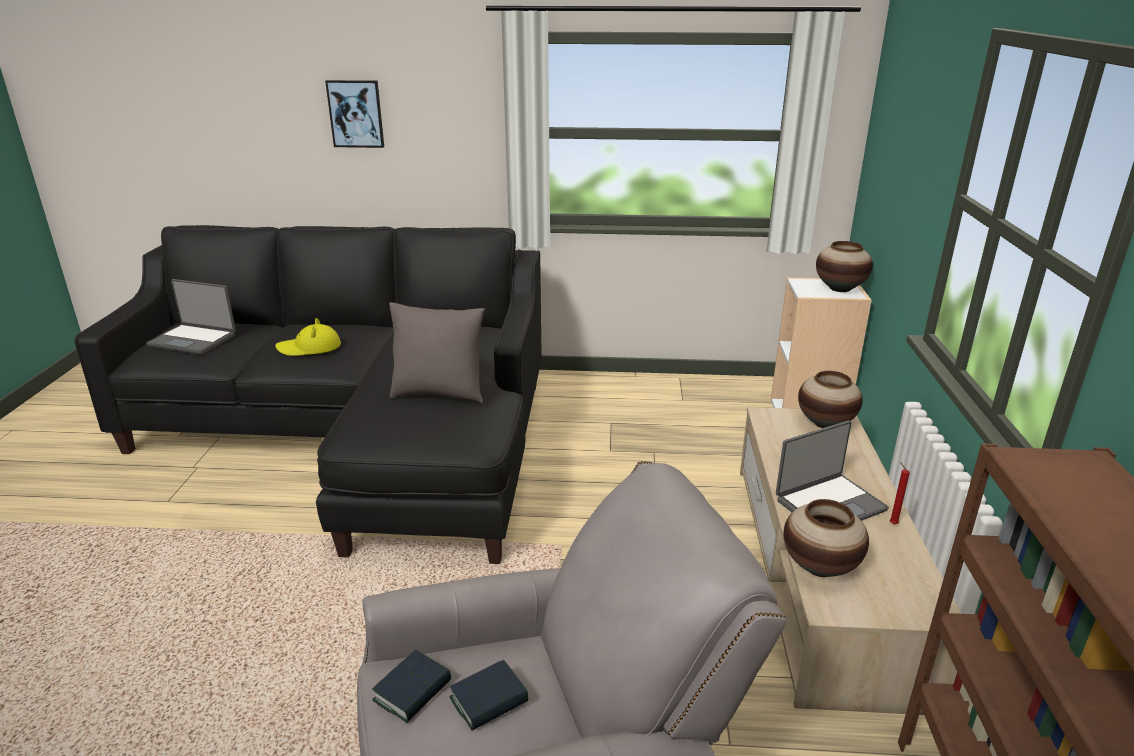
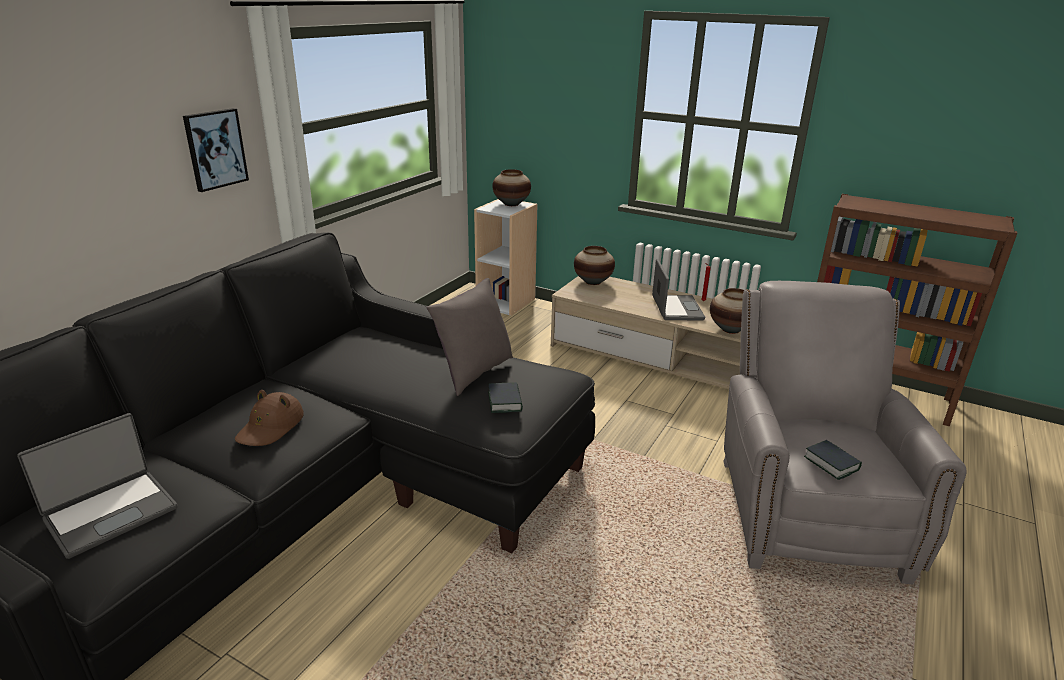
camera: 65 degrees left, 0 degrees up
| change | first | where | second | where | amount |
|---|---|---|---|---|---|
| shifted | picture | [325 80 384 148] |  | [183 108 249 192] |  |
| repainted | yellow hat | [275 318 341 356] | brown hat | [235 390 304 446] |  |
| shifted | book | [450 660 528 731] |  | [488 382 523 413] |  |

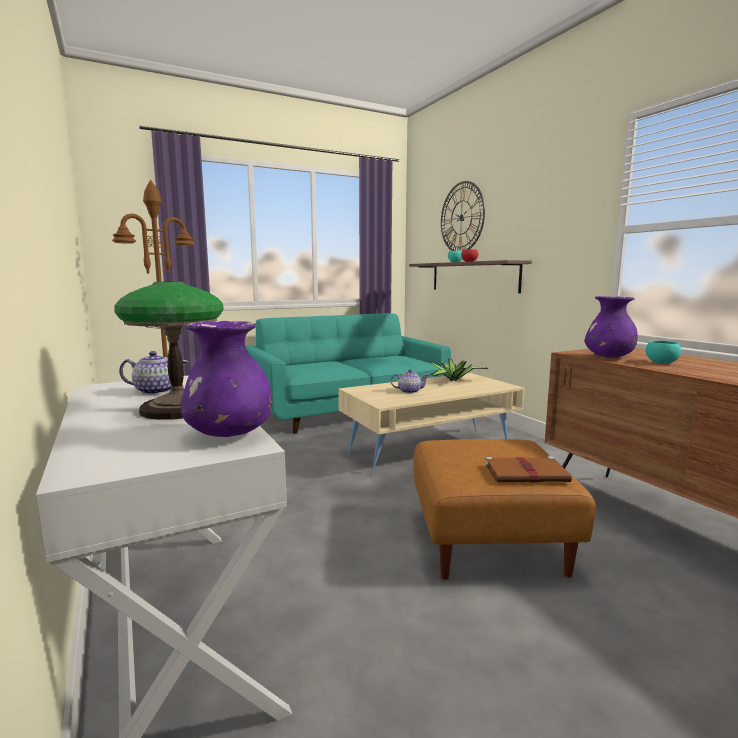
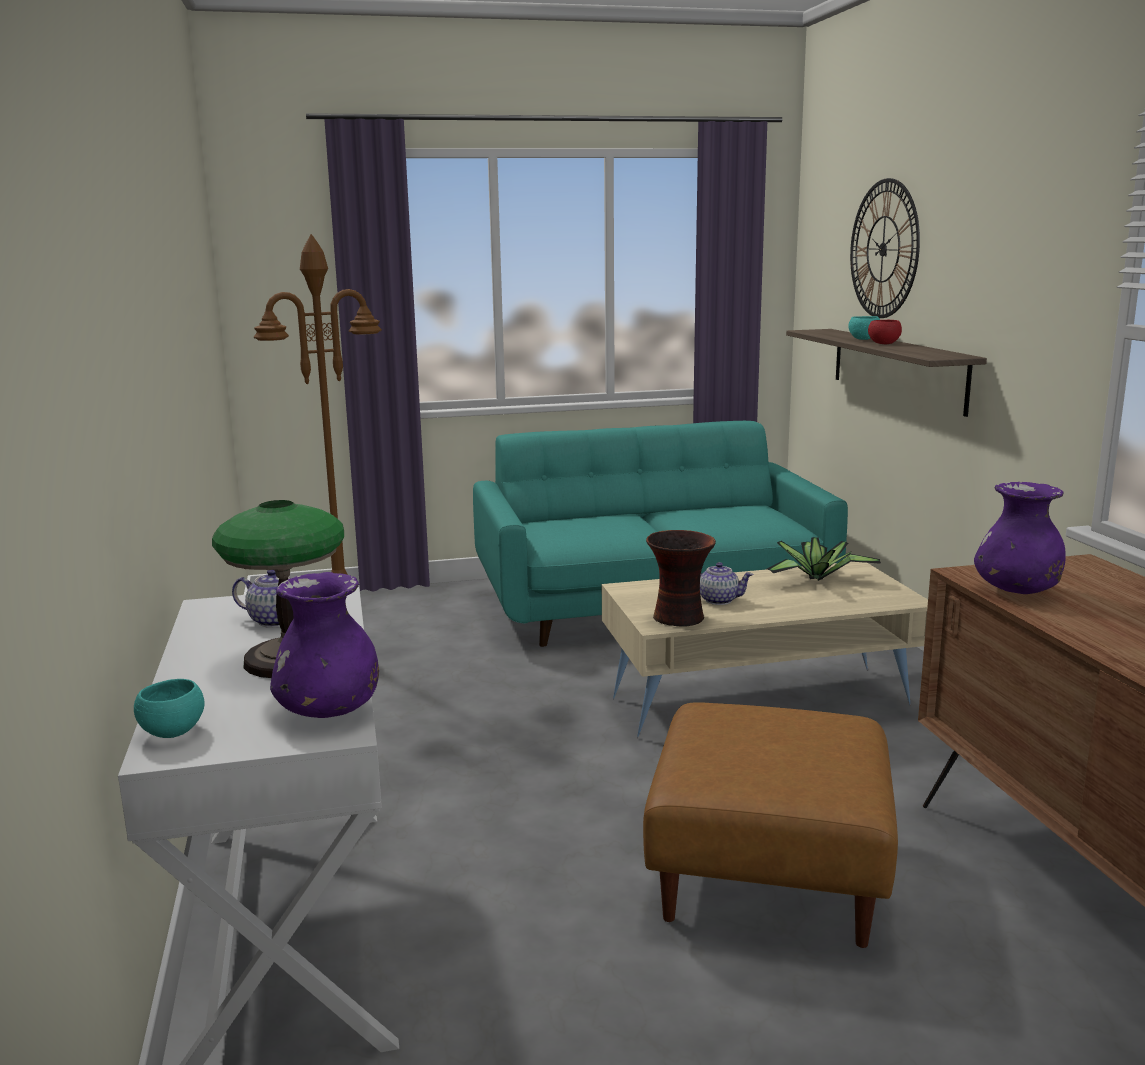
camera: 15 degrees right, 5 degrees up
| change | first | where | second | where | amount |
|---|---|---|---|---|---|
| shifted | turquoise bowl | [646 341 681 364] |  | [134 679 205 738] |  |
| new |  |  | vase | [646 530 716 627] |  |
| gone | brown book | [485 457 572 482] |  |  |  |

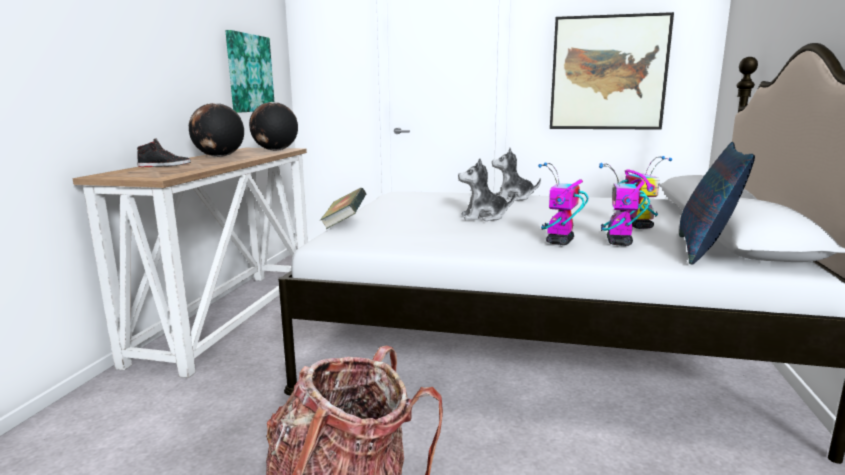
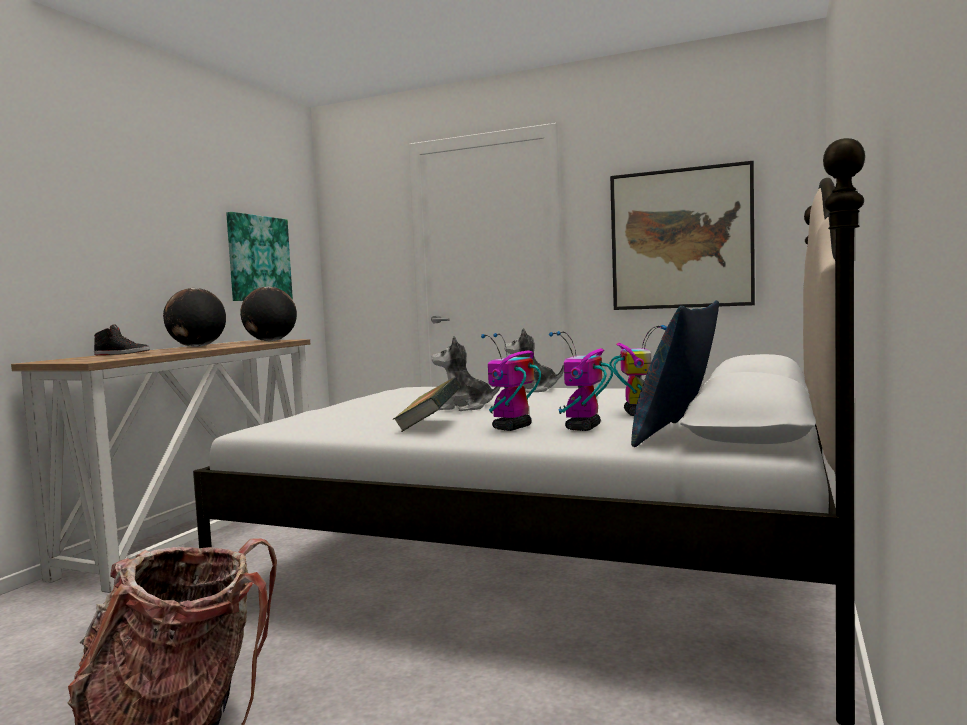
camera: 10 degrees right, 10 degrees down
| change | first | where | second | where | amount |
|---|---|---|---|---|---|
| shifted | book | [320 188 367 229] |  | [393 377 461 432] |  |

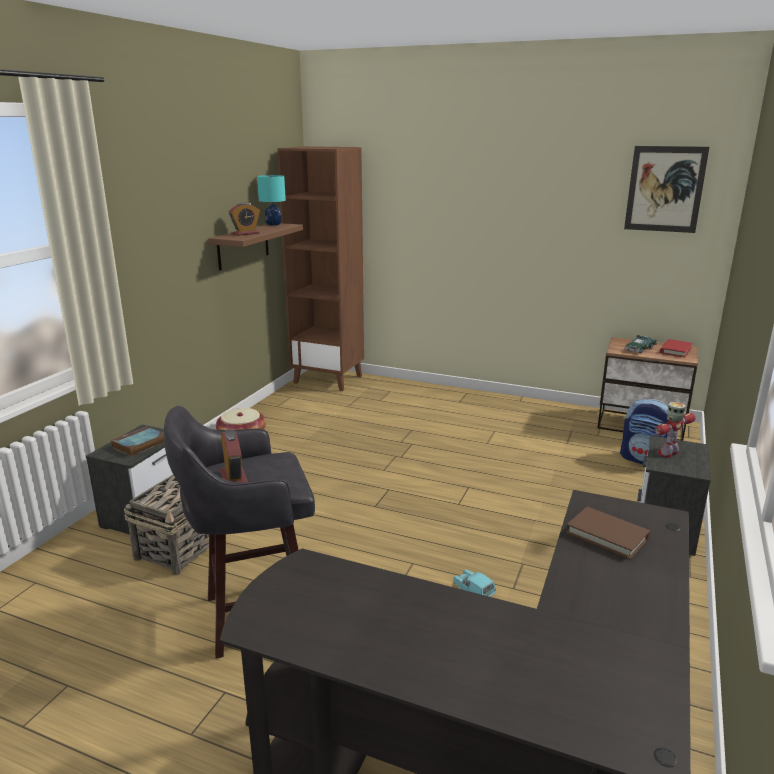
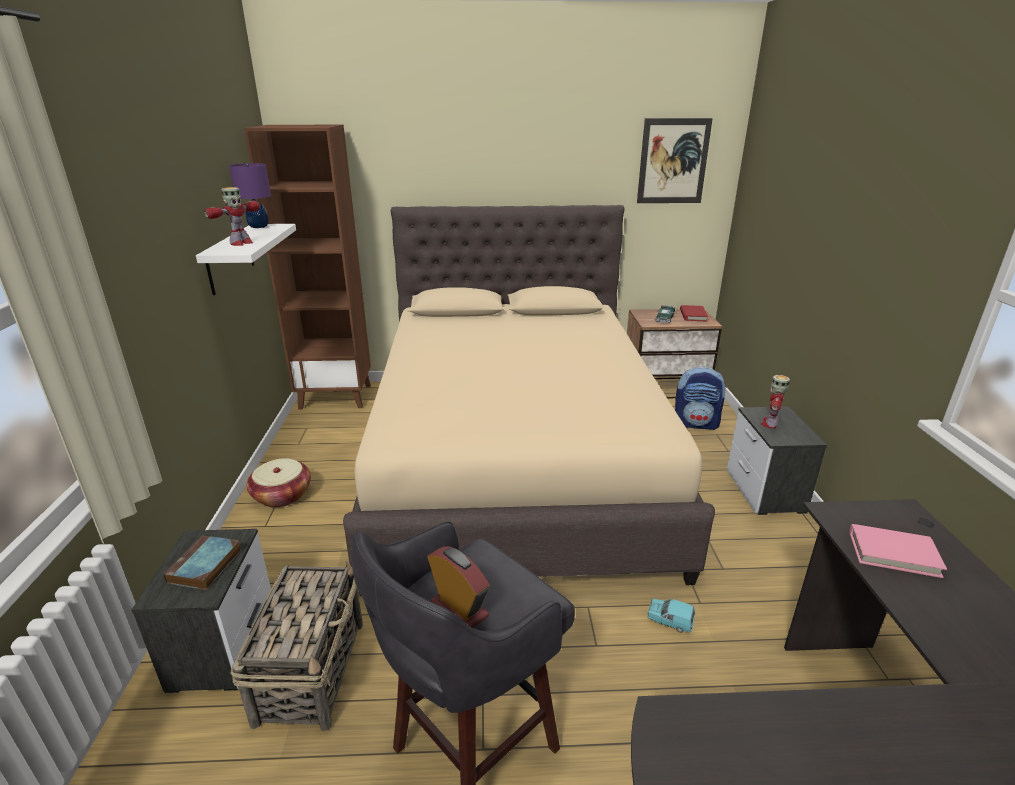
camera: 25 degrees left, 5 degrees up
| change | first | where | second | where | amount |
|---|---|---|---|---|---|
| repainted | brown shelf | [208 223 303 270] | white shelf | [196 224 296 295] |  |
| swapped | alarm clock | [229 203 260 236] | toy robot | [204 187 260 246] |  |
| repainted | turquoise table lamp | [257 175 286 226] | purple table lamp | [229 163 271 228] |  |
| new |  |  | beige bed | [343 205 715 596] |  |
| repainted | brown book | [566 507 650 560] | pink book | [849 524 947 578] |  |

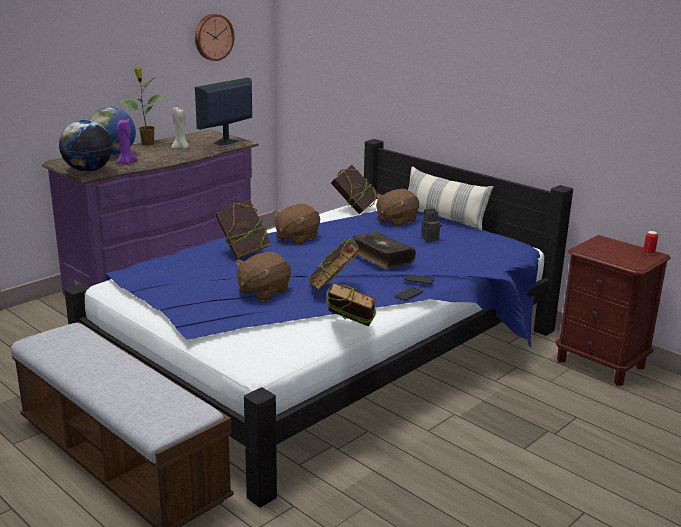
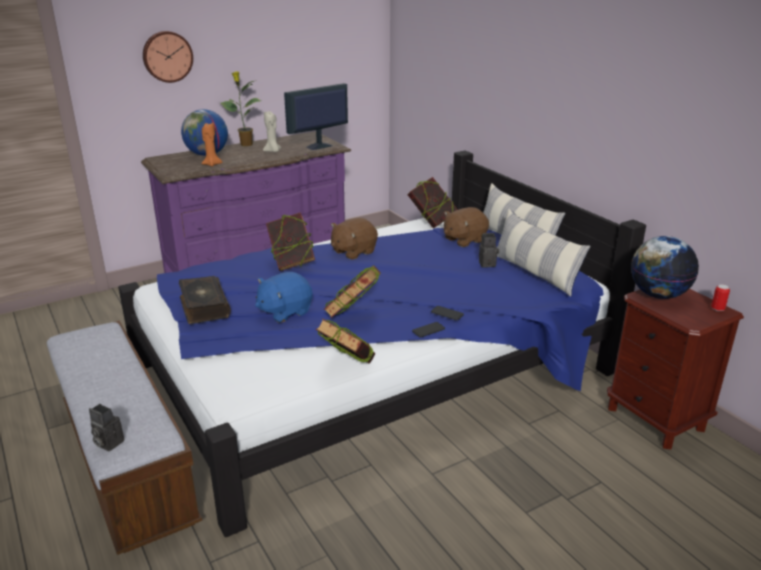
camera: 15 degrees right, 5 degrees up
| change | first | where | second | where | amount |
|---|---|---|---|---|---|
| new |  |  | photo camera | [89 404 124 451] |  |
| shifted | wall clock | [195 14 234 61] |  | [143 31 193 83] |  |
| shifted | book | [353 232 416 269] |  | [179 276 231 324] |  |
| repainted | purple candle | [116 119 138 165] | orange candle | [201 123 222 167] |  |
| repainted | brown plush toy | [236 252 291 302] | blue plush toy | [255 272 312 323] |  |
| new |  |  | pillow | [497 209 591 297] |  |
| shifted | globe | [59 120 113 172] |  | [631 236 699 299] |  |

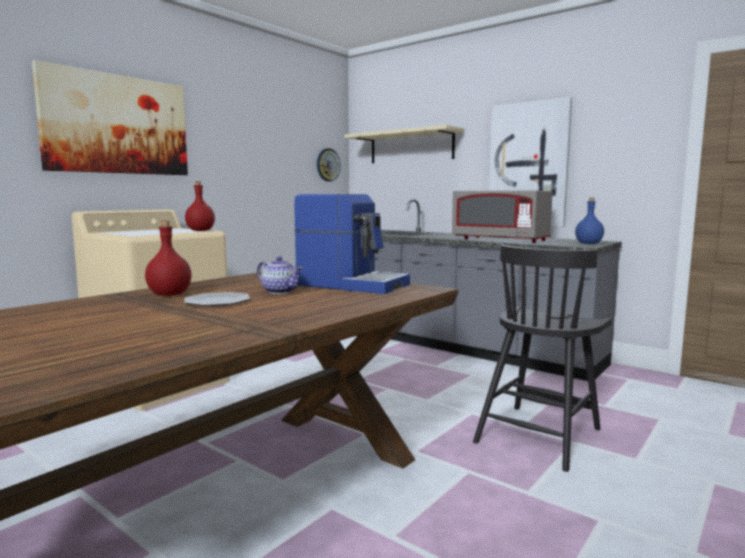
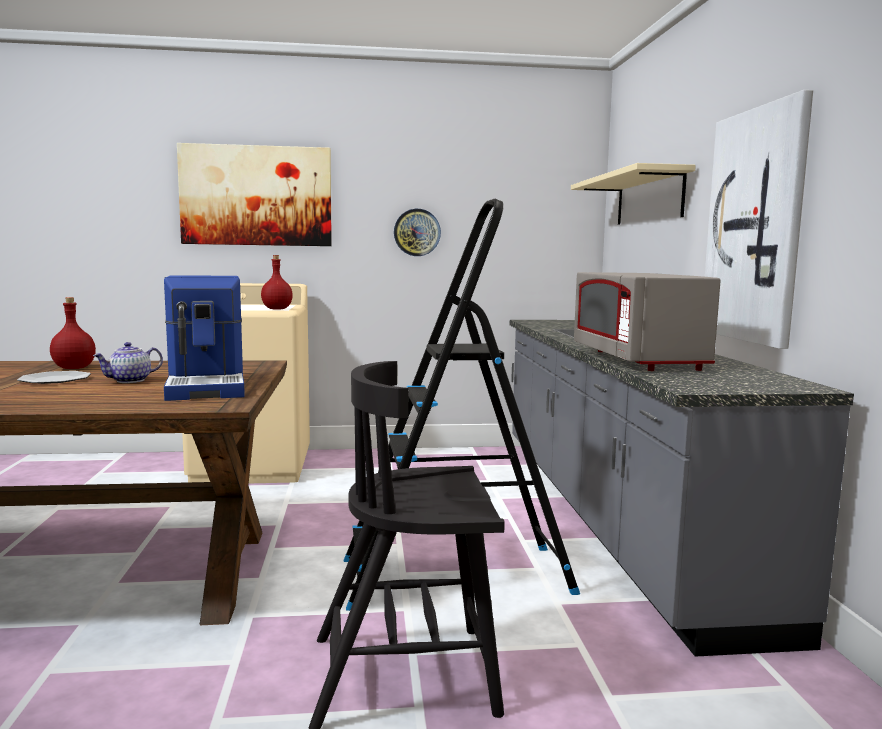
camera: 45 degrees right, 0 degrees up
| change | first | where | second | where | amount |
|---|---|---|---|---|---|
| rotated | teapot | [257 256 303 294] |  | [93 342 163 383] | 60 degrees clockwise |
| new |  |  | black step ladder | [344 199 580 611] |  |
| shifted | wall clock | [317 148 341 182] |  | [394 209 441 256] |  |
| gone | blue bottle | [575 197 604 244] |  |  |  |

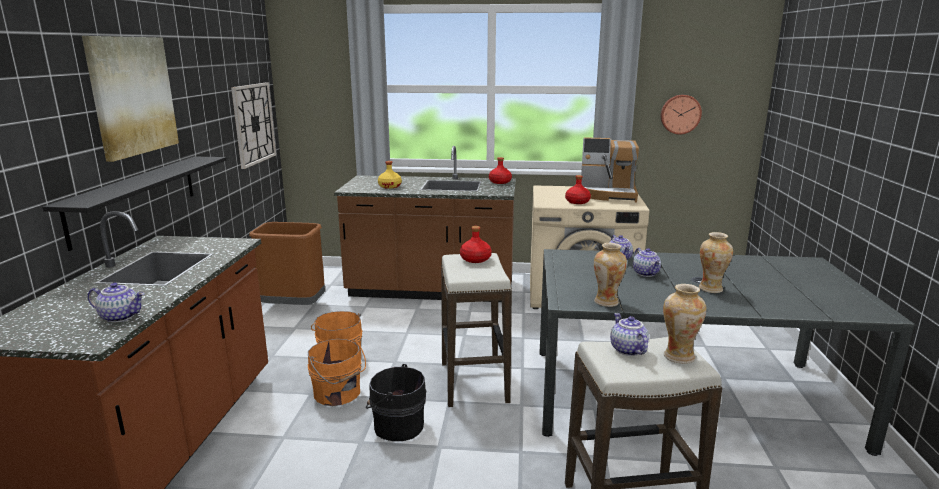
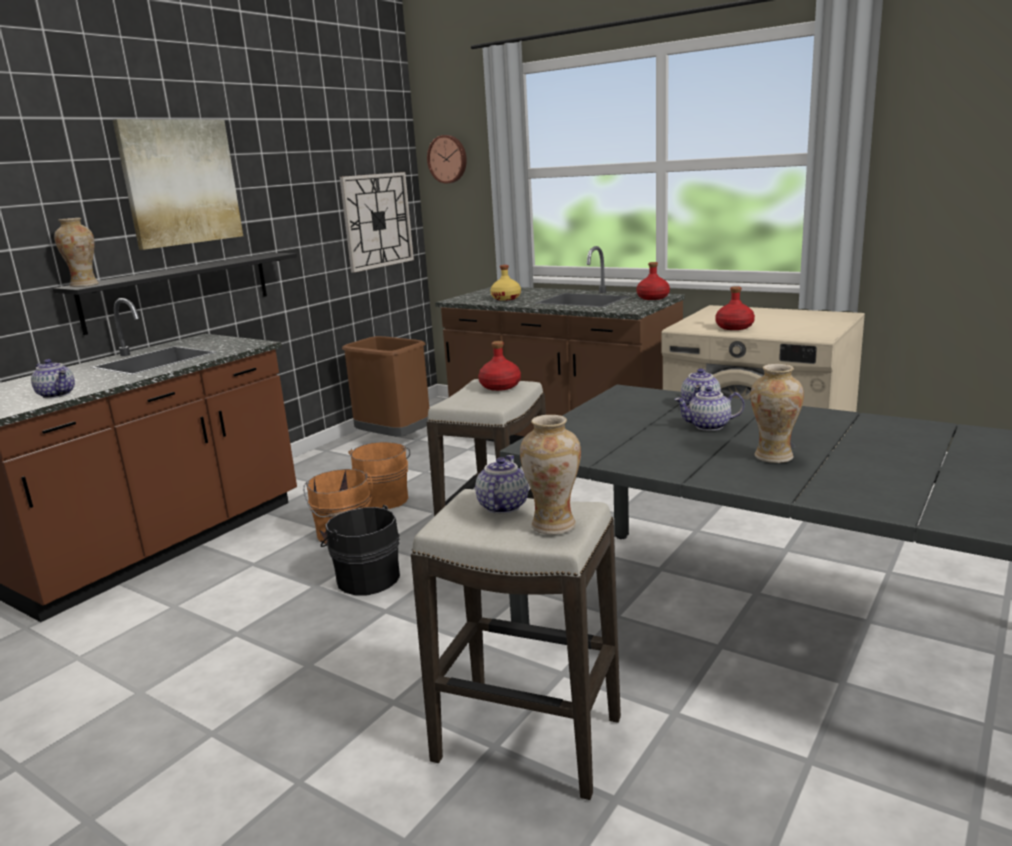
camera: 30 degrees right, 0 degrees up
| change | first | where | second | where | amount |
|---|---|---|---|---|---|
| shifted | vase | [594 243 627 307] |  | [54 218 99 287] |  |
| shifted | wall clock | [661 95 702 135] |  | [427 135 467 184] |  |
| rotated | teapot | [633 248 661 277] |  | [674 387 745 431] | 75 degrees clockwise |
| gone | coffee machine | [581 137 639 203] |  |  |  |

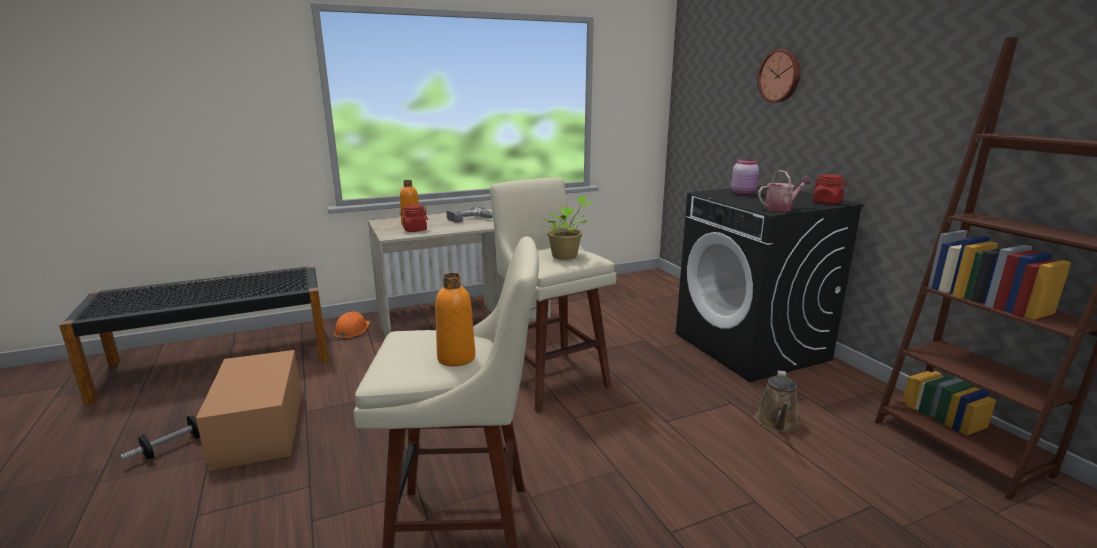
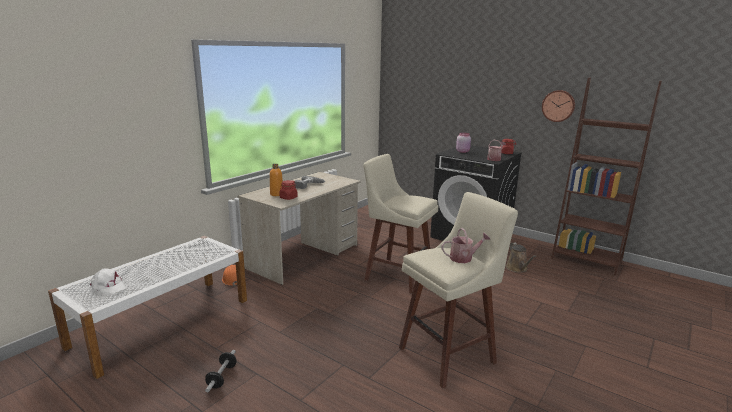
camera: 30 degrees left, 0 degrees up
| change | first | where | second | where | amount |
|---|---|---|---|---|---|
| repainted | black bench | [59 265 328 405] | white bench | [48 236 247 379] |  |
| new |  |  | white cap | [90 268 127 295] |  |
| swapped | orange bottle | [435 273 475 366] | watering can | [442 228 490 263] |  |
| shifted | wall clock | [757 49 801 103] |  | [542 90 575 122] |  |
| gone | cardboard box | [196 350 302 471] |  |  |  |
| gone | potted plant | [543 196 594 260] |  |  |  |

